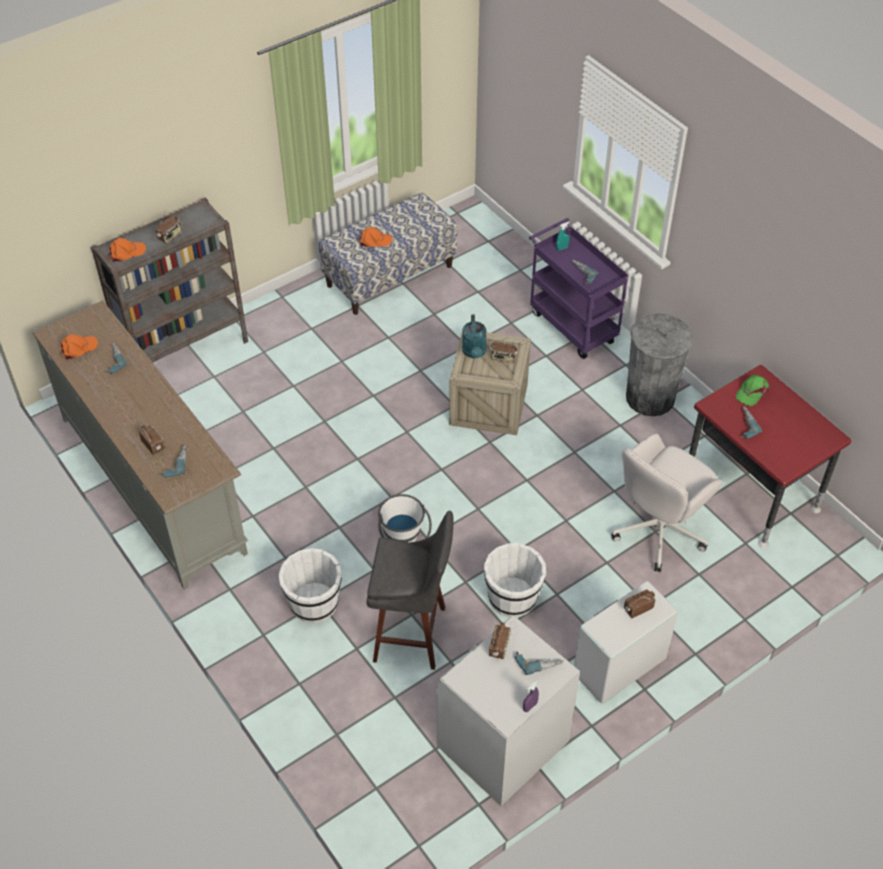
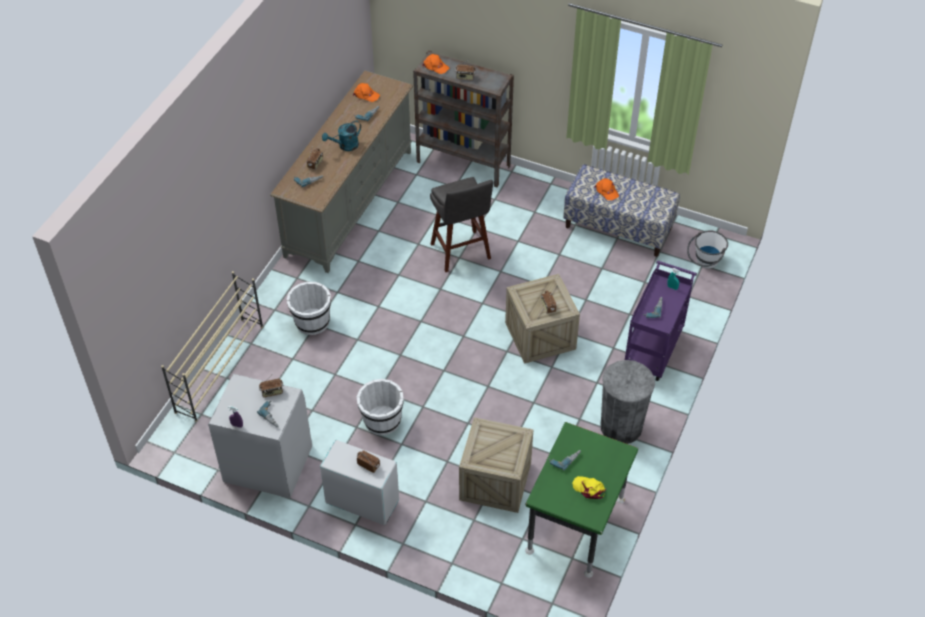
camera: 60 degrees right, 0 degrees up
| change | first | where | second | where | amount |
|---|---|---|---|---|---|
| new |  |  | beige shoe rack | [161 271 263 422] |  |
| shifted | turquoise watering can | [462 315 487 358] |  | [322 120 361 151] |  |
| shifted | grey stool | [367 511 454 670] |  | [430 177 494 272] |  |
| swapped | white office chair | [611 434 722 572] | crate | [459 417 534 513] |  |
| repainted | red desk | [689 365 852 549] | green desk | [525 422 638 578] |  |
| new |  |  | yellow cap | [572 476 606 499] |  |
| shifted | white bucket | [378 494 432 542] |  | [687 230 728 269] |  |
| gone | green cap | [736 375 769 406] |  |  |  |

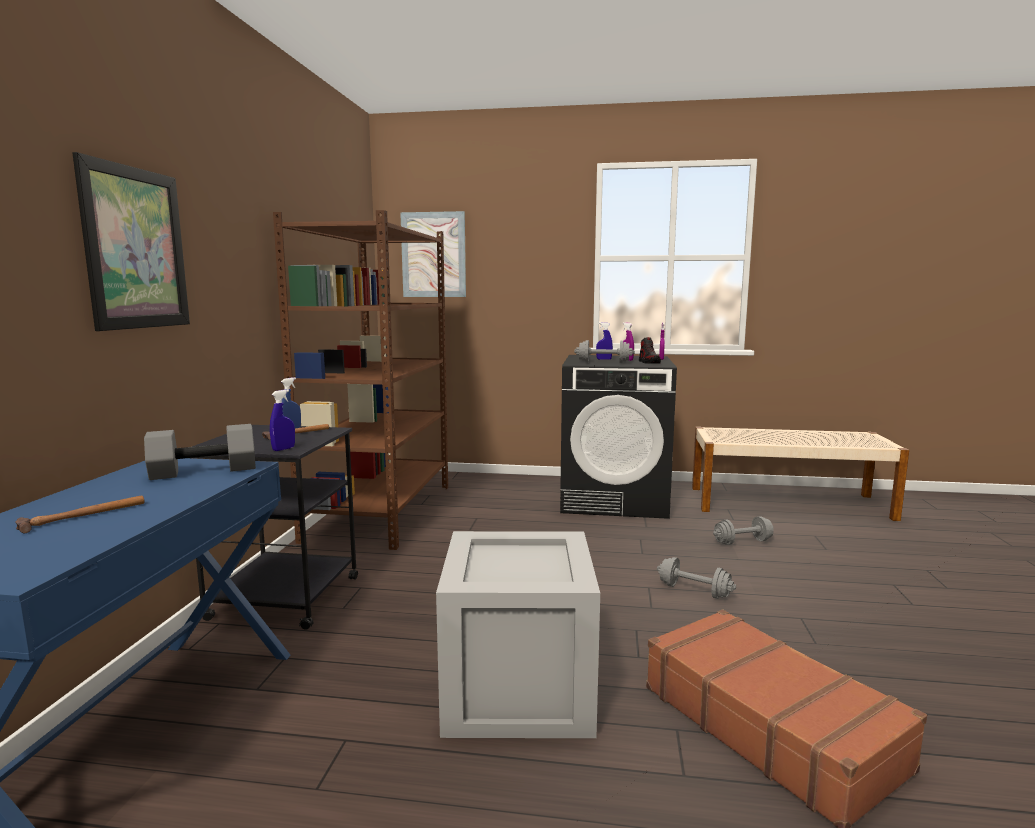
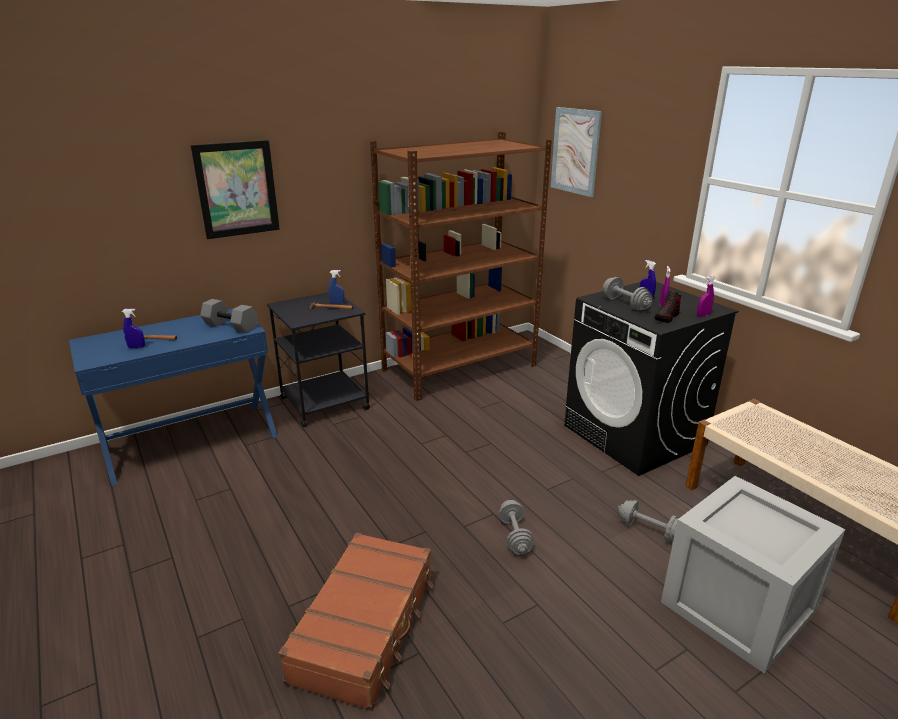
camera: 50 degrees right, 15 degrees up
| change | first | where | second | where | amount |
|---|---|---|---|---|---|
| shifted | blue spray bottle | [270 390 295 451] |  | [122 309 145 348] |  |
| shifted | crate | [436 531 600 738] |  | [661 476 846 674] |  |

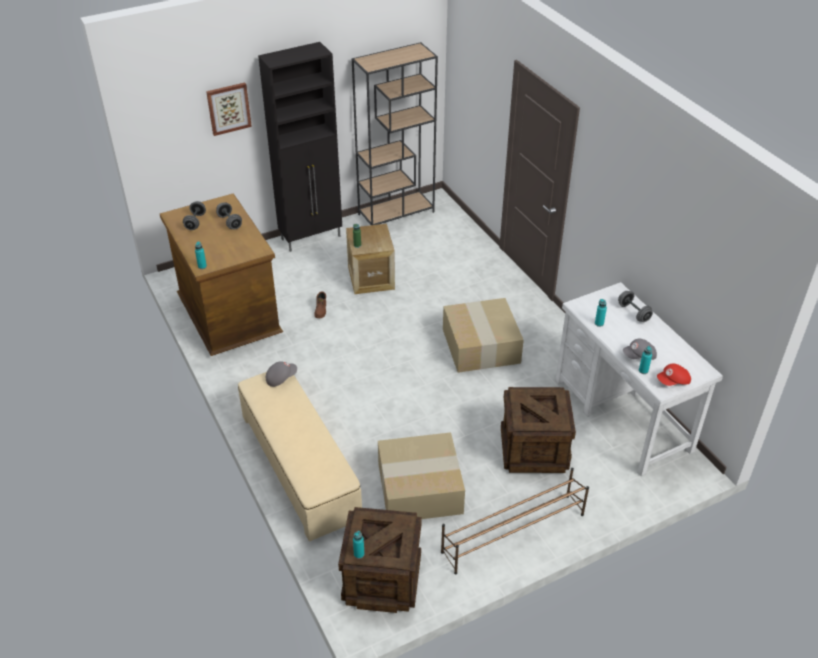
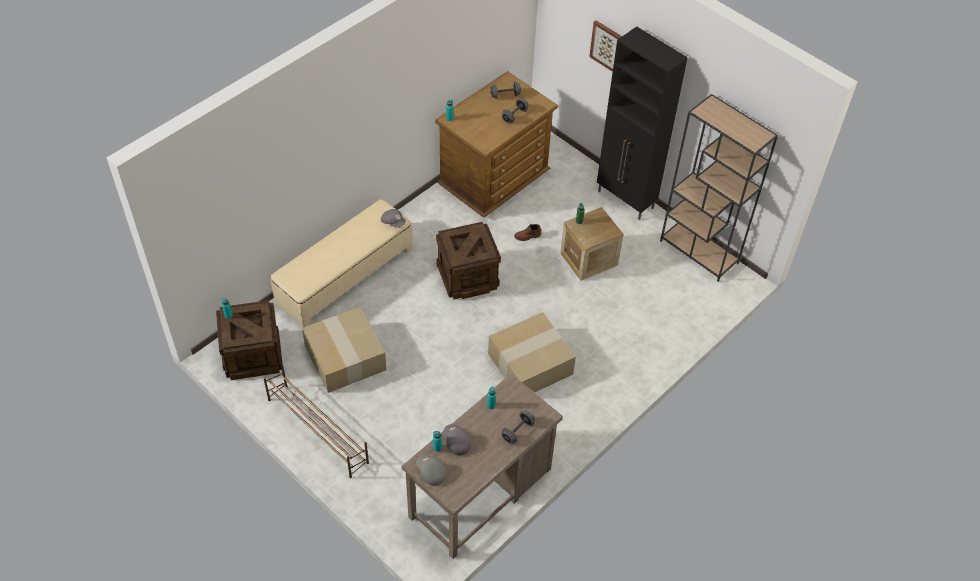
camera: 70 degrees right, 10 degrees up
| change | first | where | second | where | amount |
|---|---|---|---|---|---|
| repainted | white desk | [556 282 723 476] | brown desk | [402 374 563 559] |  |
| repainted | red cap | [657 364 691 386] | grey cap | [416 455 446 486] |  |
| shifted | crate | [501 387 576 473] |  | [436 222 501 300] |  |

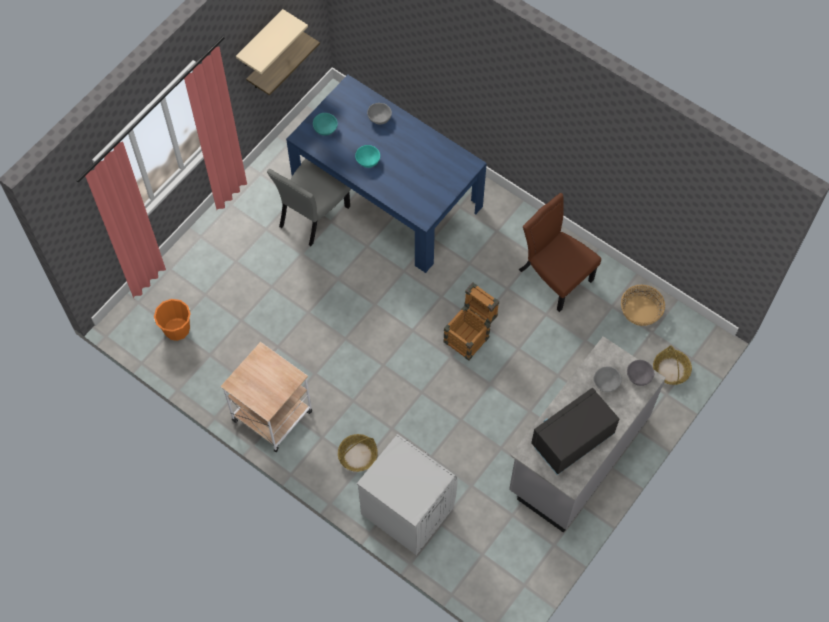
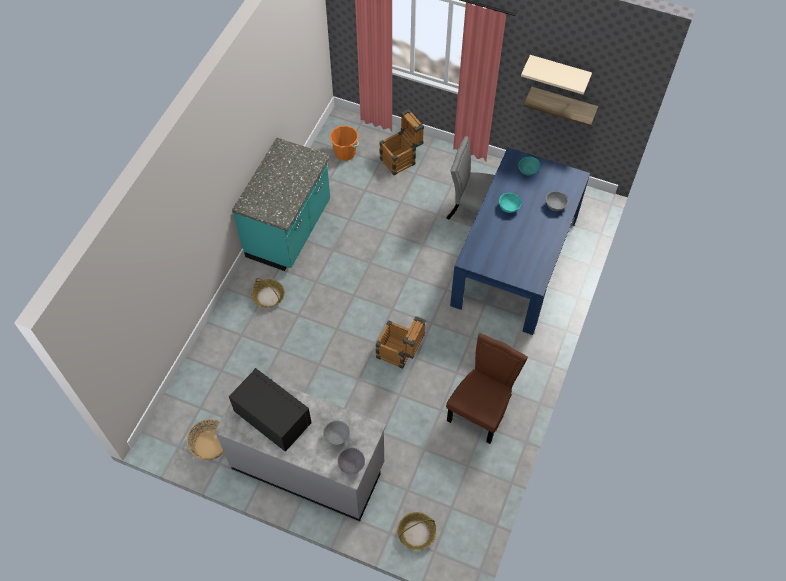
camera: 75 degrees right, 5 degrees down
| change | first | where | second | where | amount |
|---|---|---|---|---|---|
| shifted | basket | [621 285 665 326] |  | [187 419 224 460] |  |
| swapped | beige cart | [220 342 313 452] | turquoise counter | [232 138 330 271] |  |
| new |  |  | crate | [379 109 424 175] |  |
| gone | white washing machine | [357 434 458 555] |  |  |  |

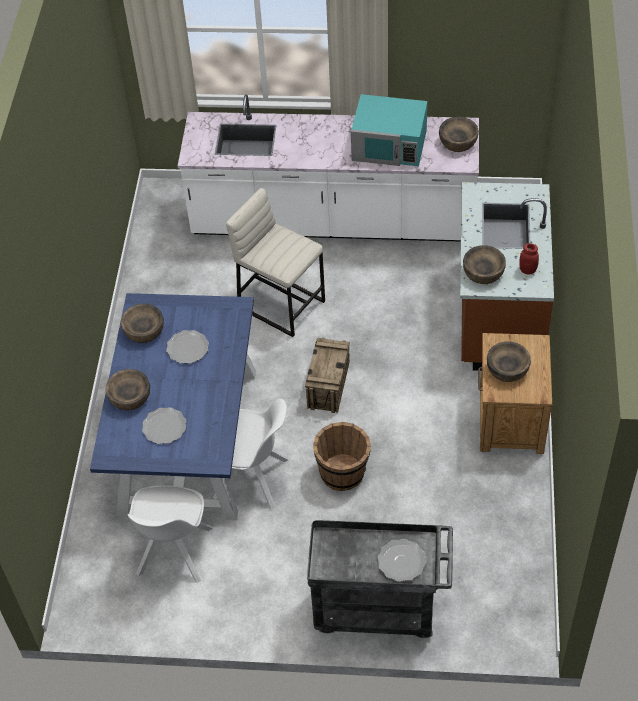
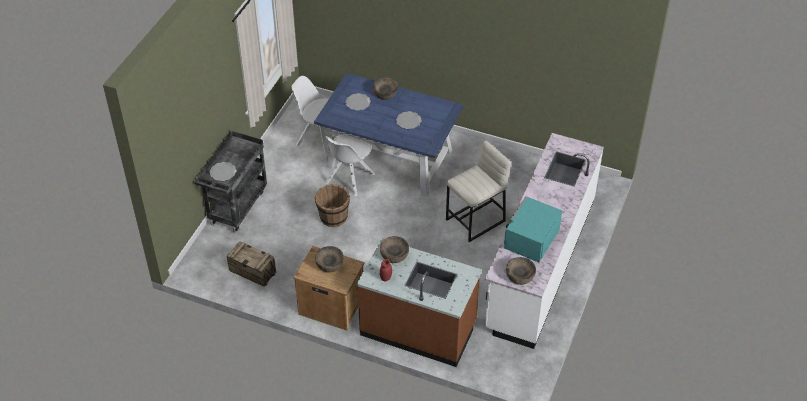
camera: 105 degrees right, 5 degrees down
| change | first | where | second | where | amount |
|---|---|---|---|---|---|
| shifted | crate | [305 338 350 413] |  | [227 242 276 287] |  |
| gone | brown bowl | [121 304 164 343] |  |  |  |

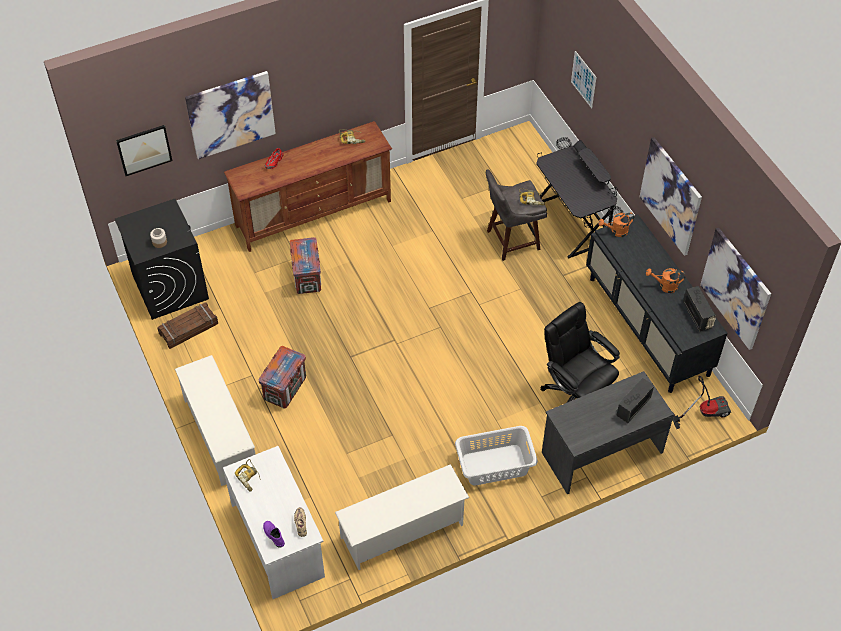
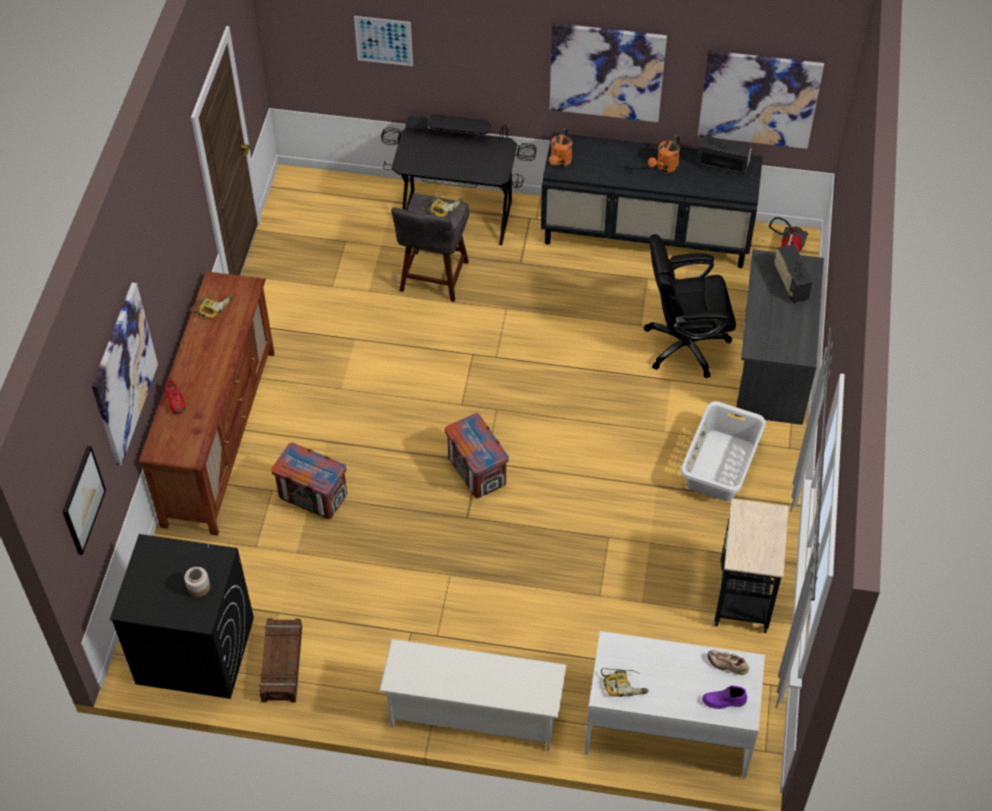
camera: 55 degrees left, 0 degrees up
| change | first | where | second | where | amount |
|---|---|---|---|---|---|
| shifted | crate | [259 346 306 408] |  | [445 413 509 498] |  |
| swapped | white shoe rack | [335 464 469 570] | cart | [714 499 789 633] |  |

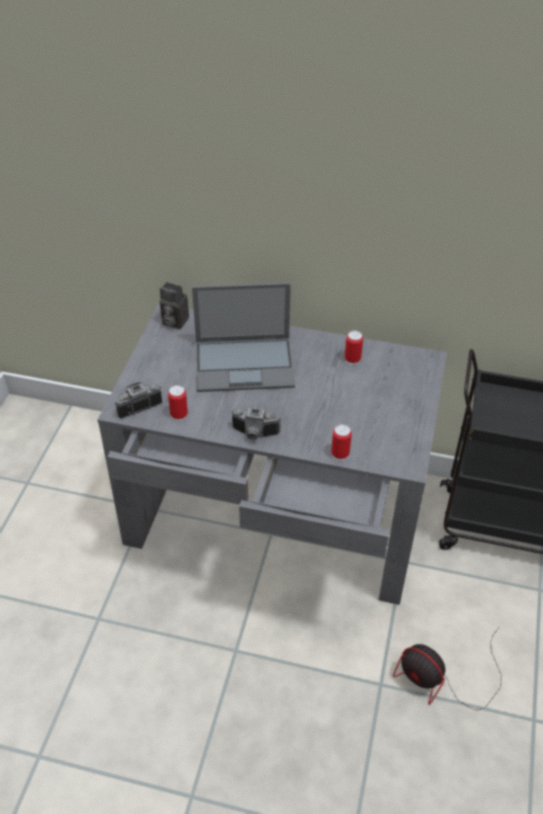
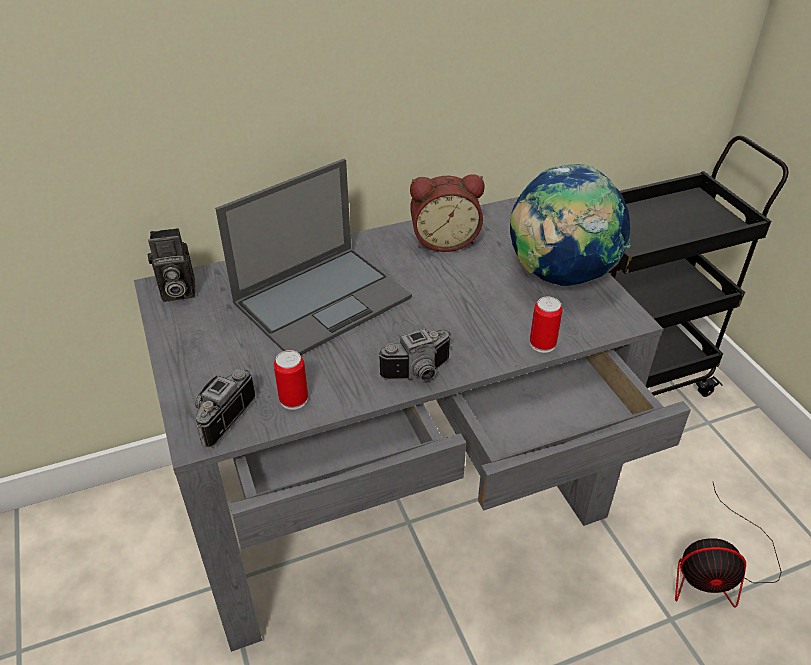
camera: 35 degrees left, 5 degrees down
| change | first | where | second | where | amount |
|---|---|---|---|---|---|
| swapped | can | [345 330 363 365] | alarm clock | [410 174 484 252] |  |
| new |  |  | globe | [510 164 631 286] |  |

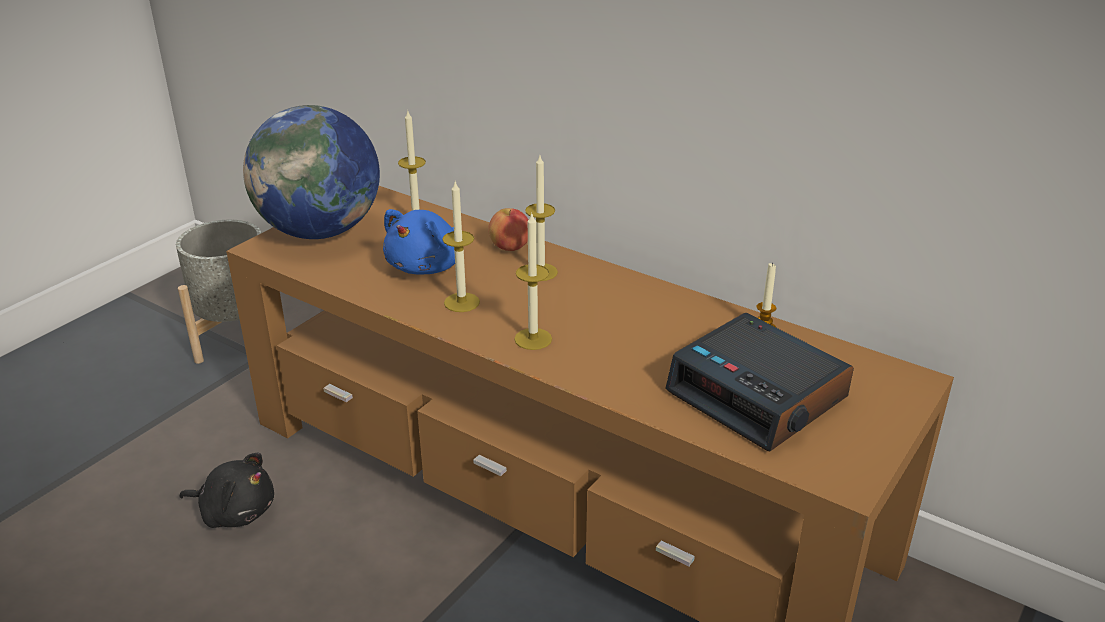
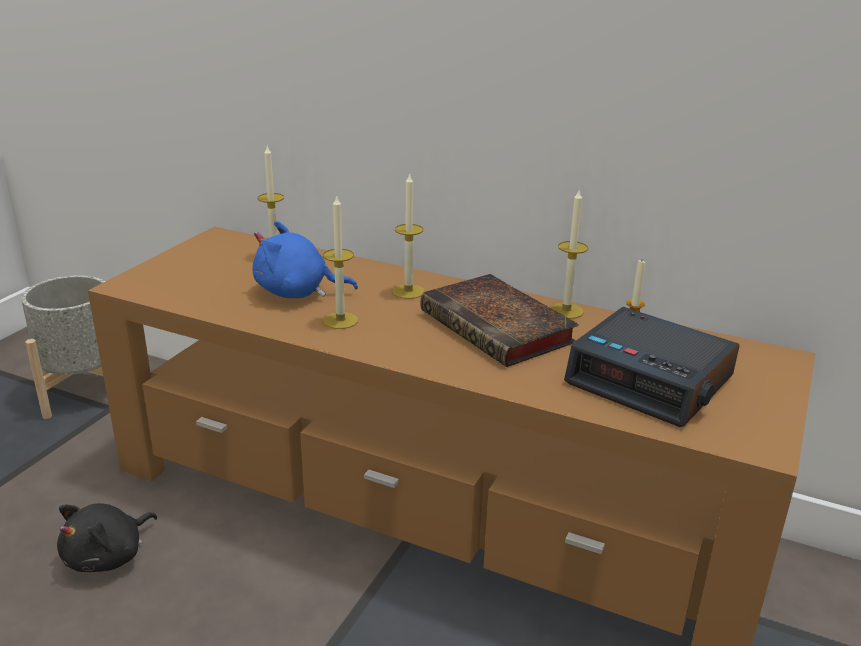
camera: 10 degrees left, 5 degrees down
| change | first | where | second | where | amount |
|---|---|---|---|---|---|
| rotated | black plush toy | [179 453 274 528] |  | [57 503 157 572] | 120 degrees clockwise |
| rotated | blue plush toy | [383 209 455 274] |  | [253 221 358 298] | 75 degrees clockwise |
| new |  |  | book | [420 274 579 367] |  |
| shifted | candle | [514 214 552 350] |  | [550 190 588 319] |  |
| gone | globe | [243 105 380 239] |  |  |  |
| gone | apple | [488 208 529 251] |  |  |  |

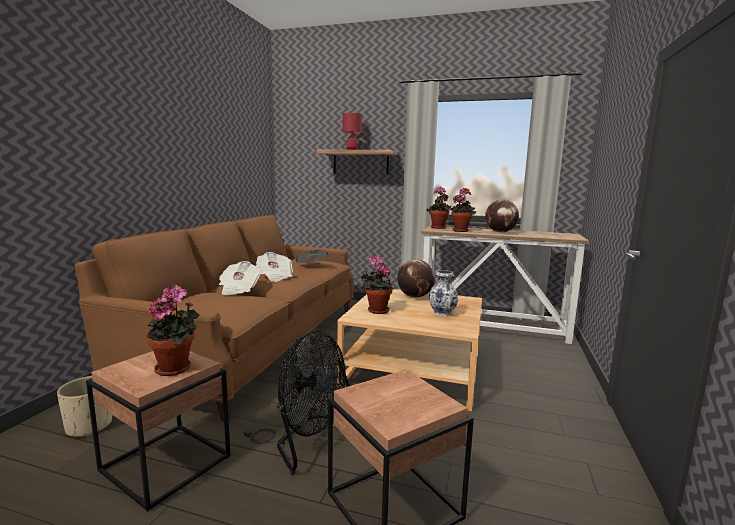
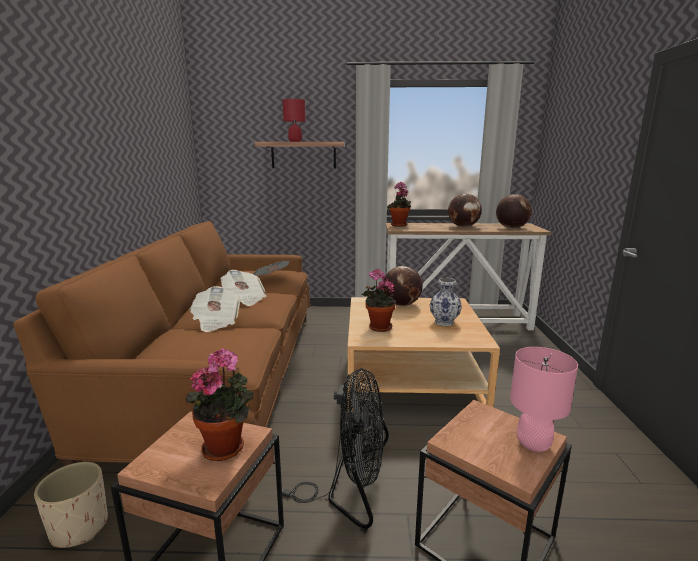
camera: 15 degrees left, 5 degrees up
| change | first | where | second | where | amount |
|---|---|---|---|---|---|
| new |  |  | globe | [496 194 532 229] |  |
| new |  |  | pink table lamp | [510 347 578 452] |  |
| gone | potted plant | [449 188 476 232] |  |  |  |

